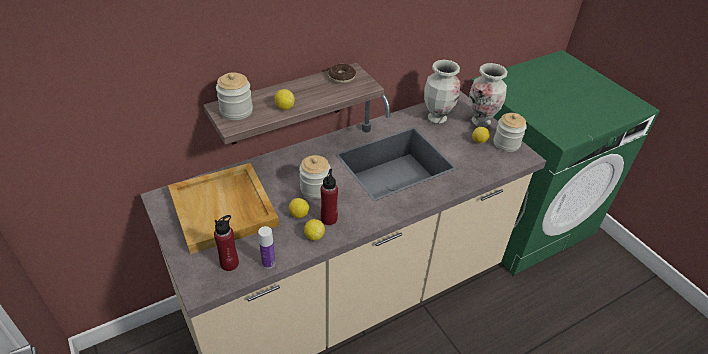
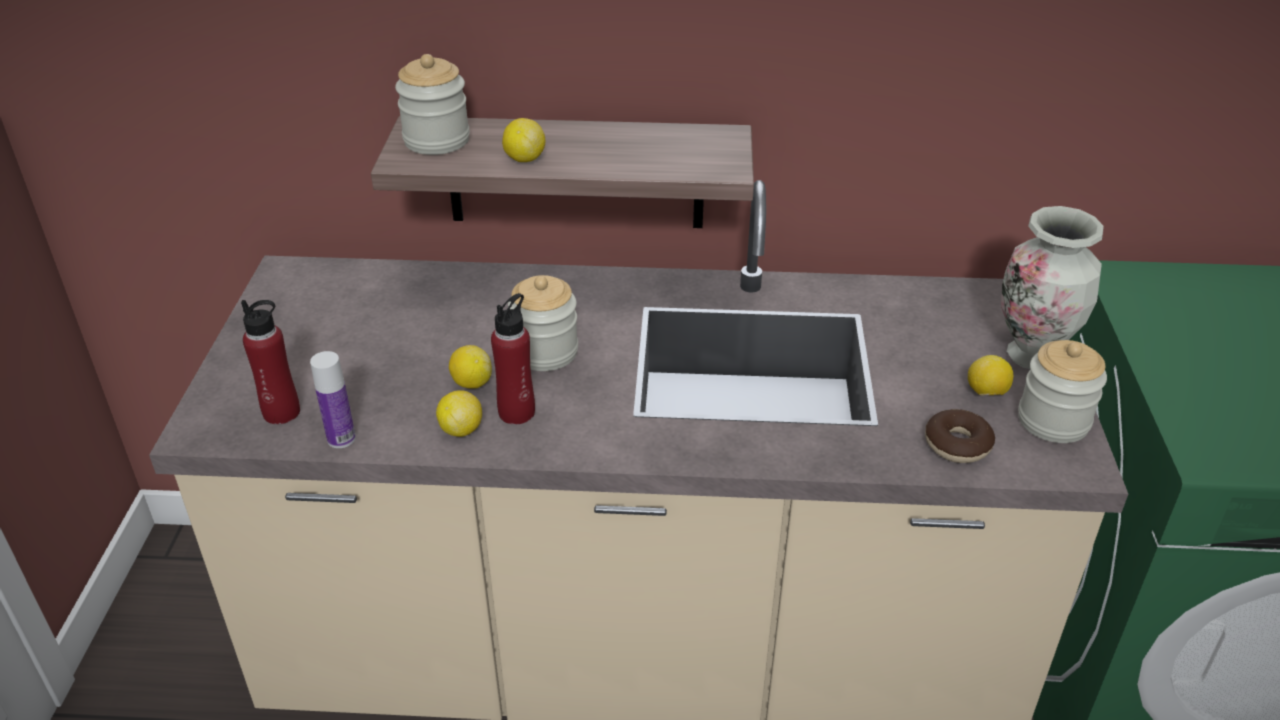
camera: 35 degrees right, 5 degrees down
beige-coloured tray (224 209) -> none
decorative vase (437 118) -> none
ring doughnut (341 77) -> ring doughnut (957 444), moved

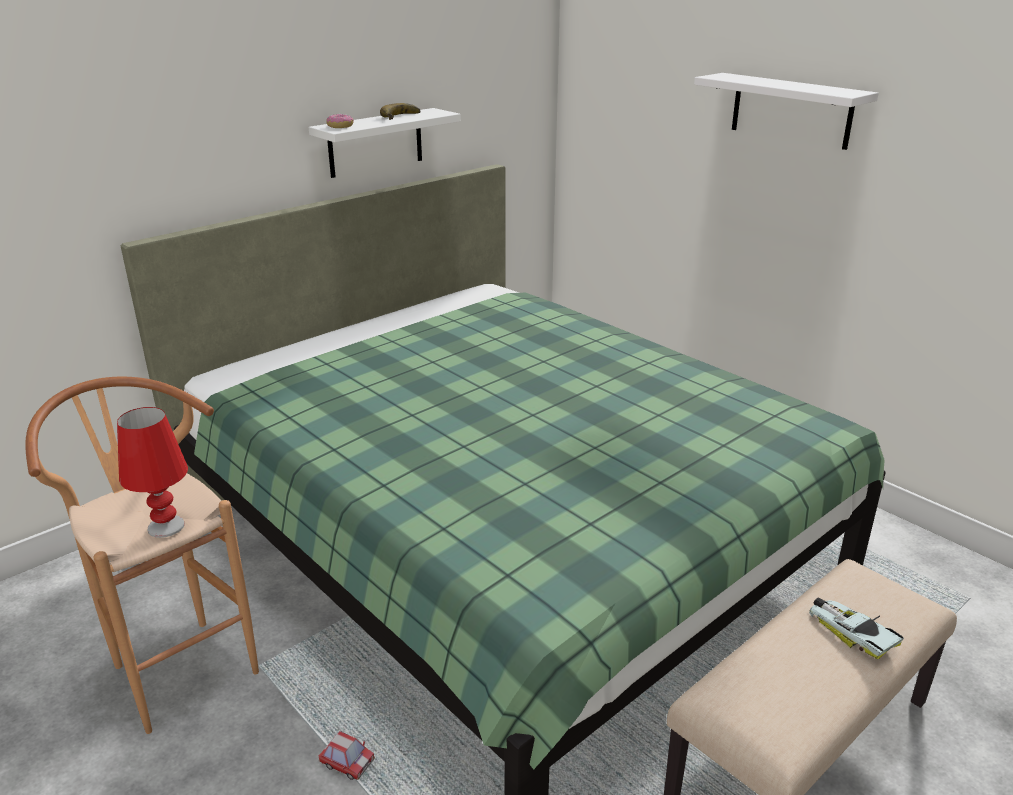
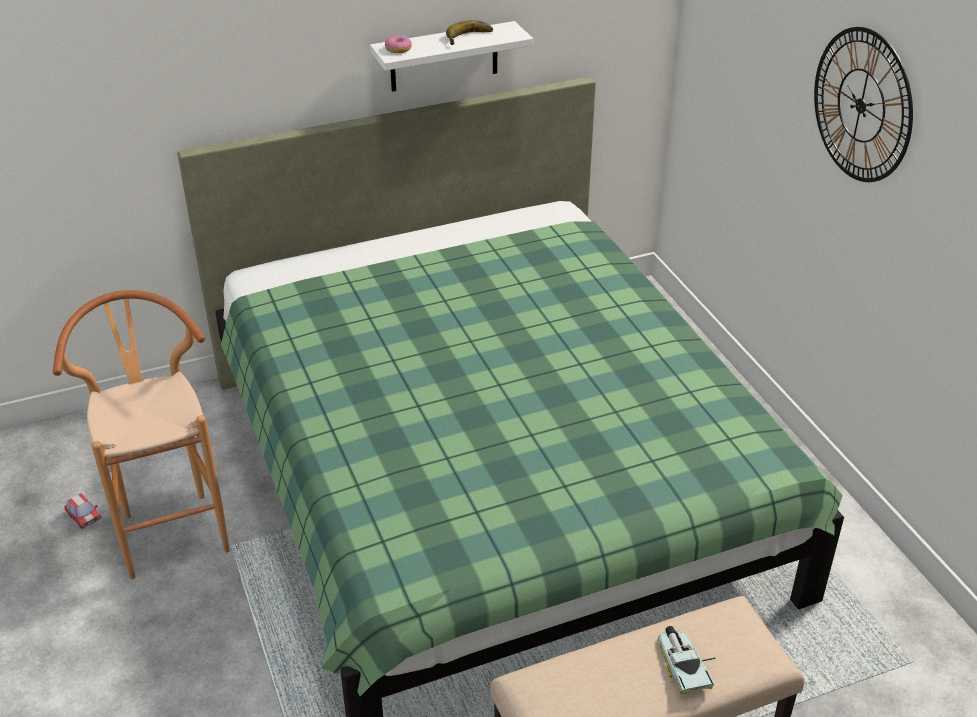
camera: 20 degrees right, 10 degrees up
red-coloured lamp for a table (165 527) -> none
miniature car (347 763) -> miniature car (84 517), moved
white-coloured shelf (791 110) -> hanging clock (861 105)

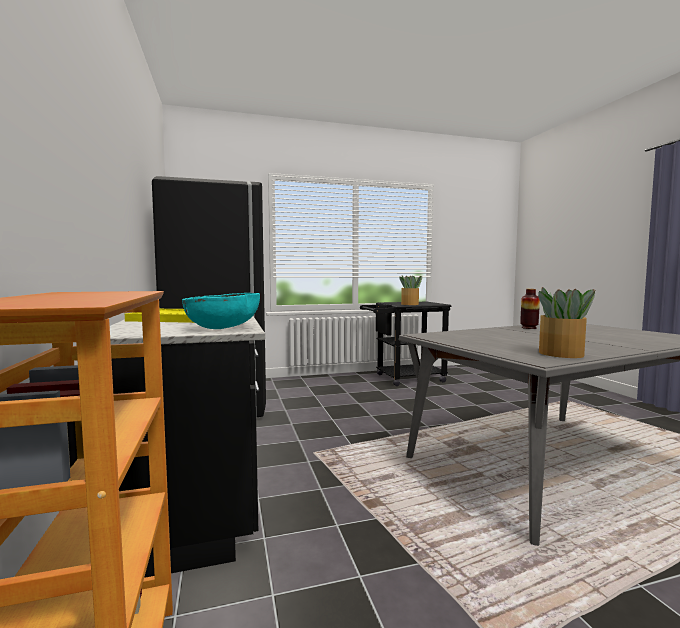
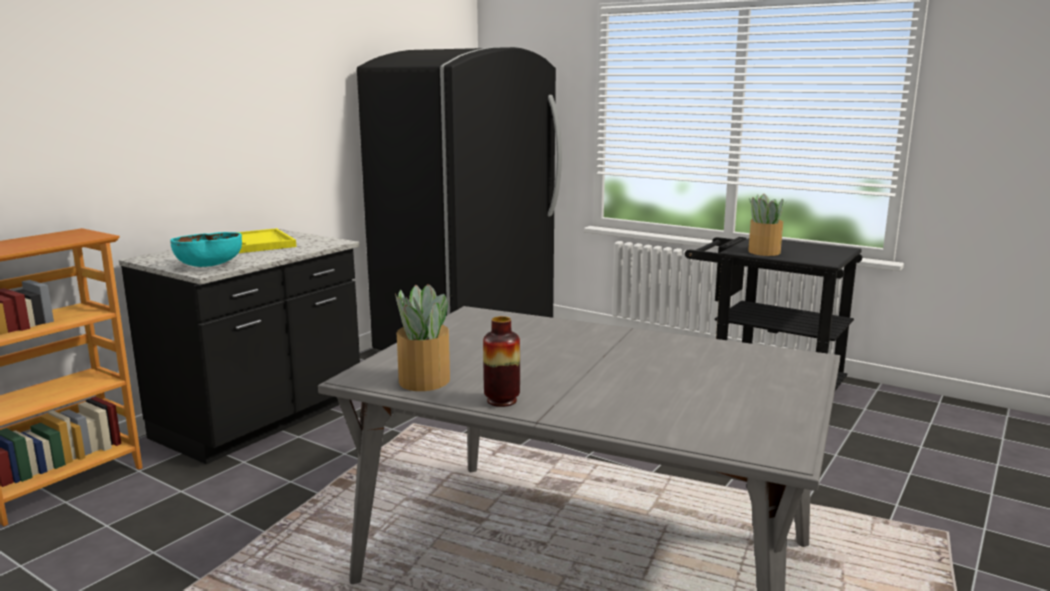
camera: 50 degrees right, 10 degrees up
decorative vase (529 328) -> decorative vase (502 400), moved

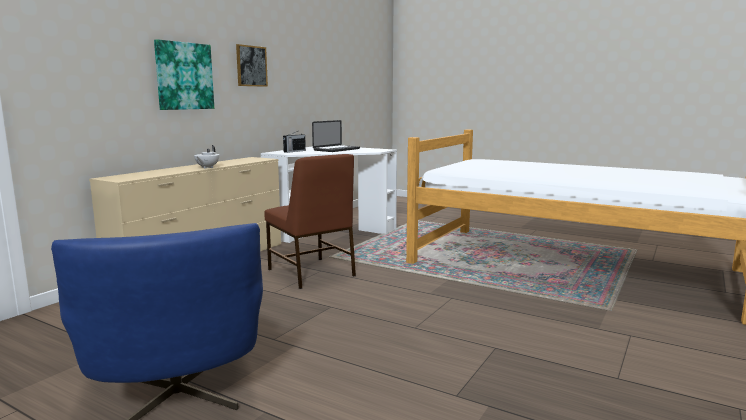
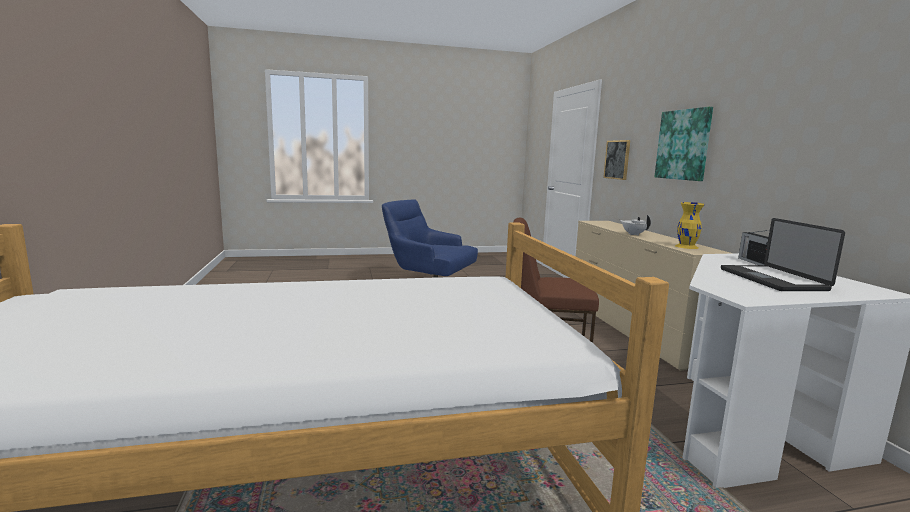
camera: 135 degrees right, 0 degrees up
none -> yellowish decorative vase (687 246)
wall picture (251 66) -> wall picture (617 159), moved

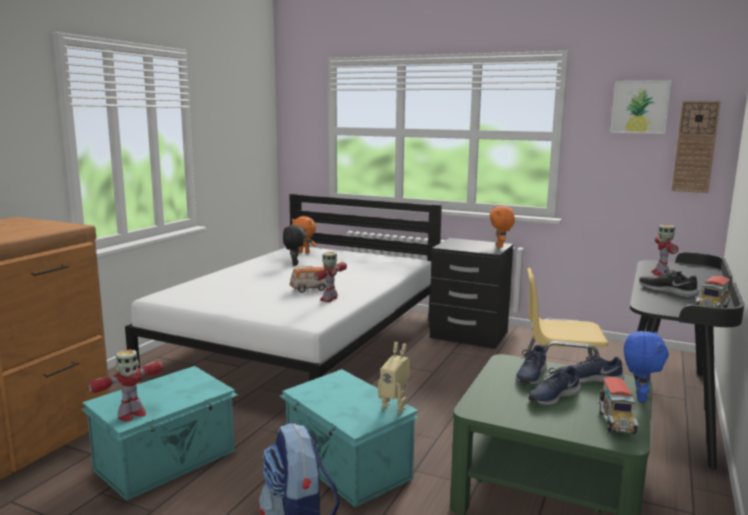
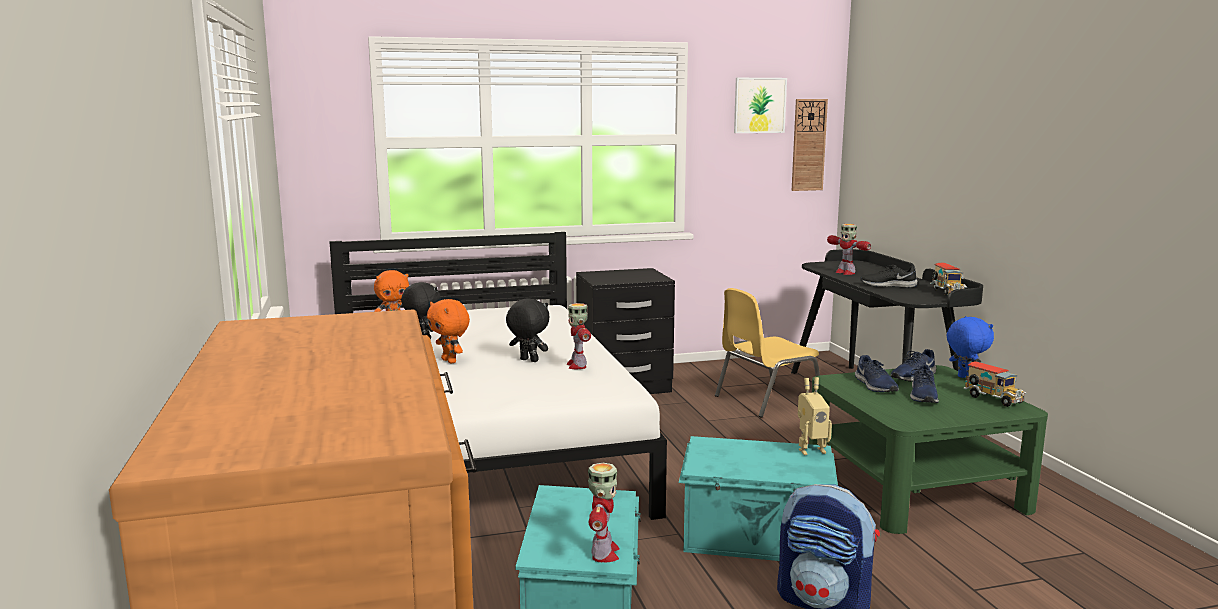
camera: 40 degrees left, 0 degrees up
orange-coloured soft toy (500 246) -> orange-coloured soft toy (450 361), moved
miniature car (311 289) -> blackish soft toy (528 360)

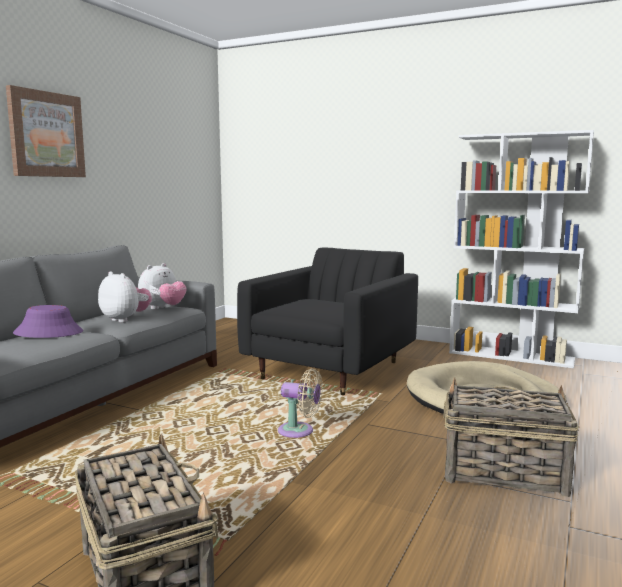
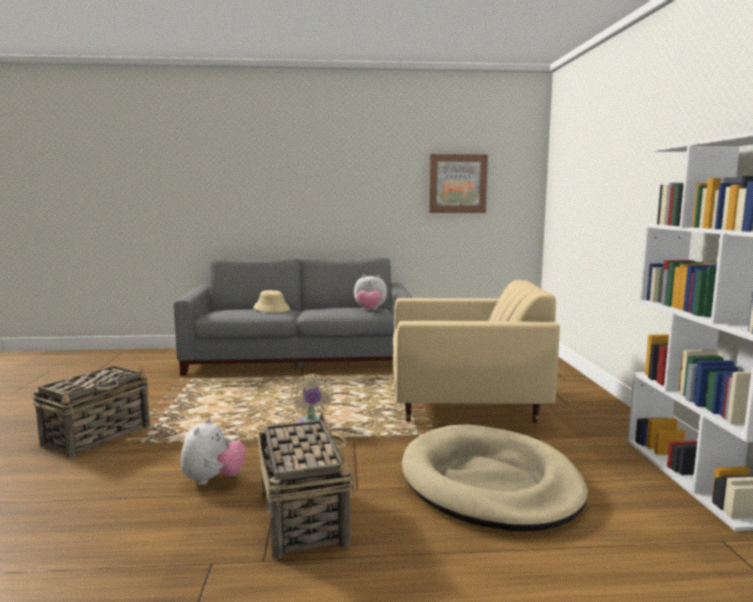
camera: 60 degrees right, 0 degrees up
wall picture (46 134) -> wall picture (457 183), moved
soft toy (125 319) -> soft toy (213 480), moved
purple hat (48 333) -> beige-coloured hat (271 308)
blackish armchair (331 370) -> beige-coloured armchair (465 404)

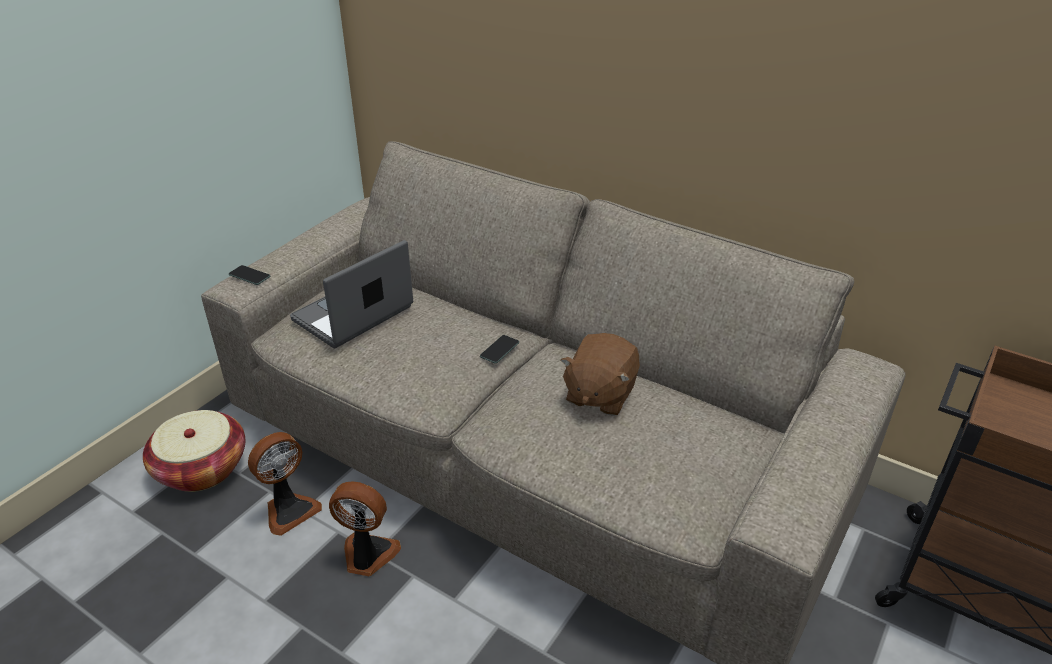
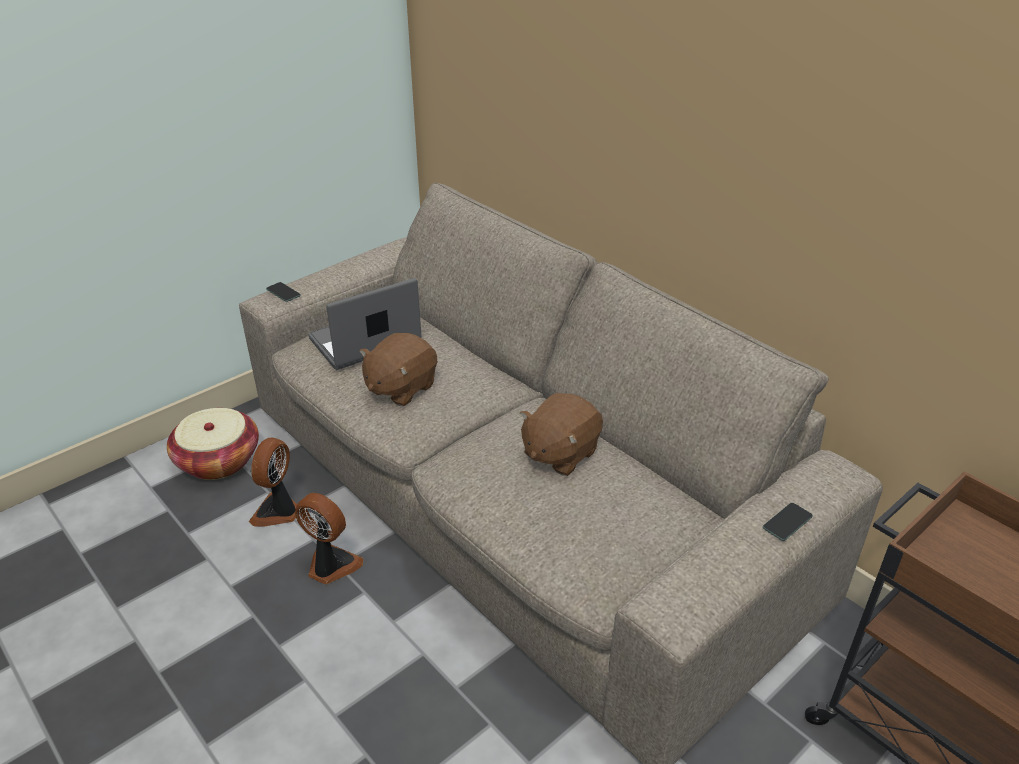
camera: 15 degrees right, 0 degrees up
none -> brownish soft toy (400 388)
telephone (499 349) -> telephone (787 522), moved
fan (289 510) -> fan (278 511), 135 degrees clockwise

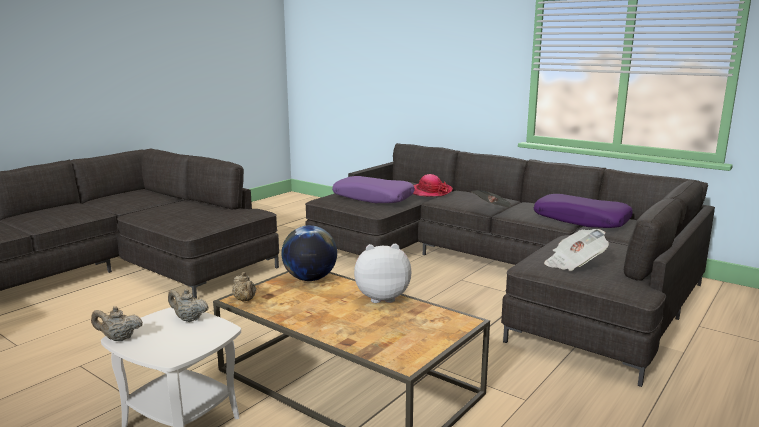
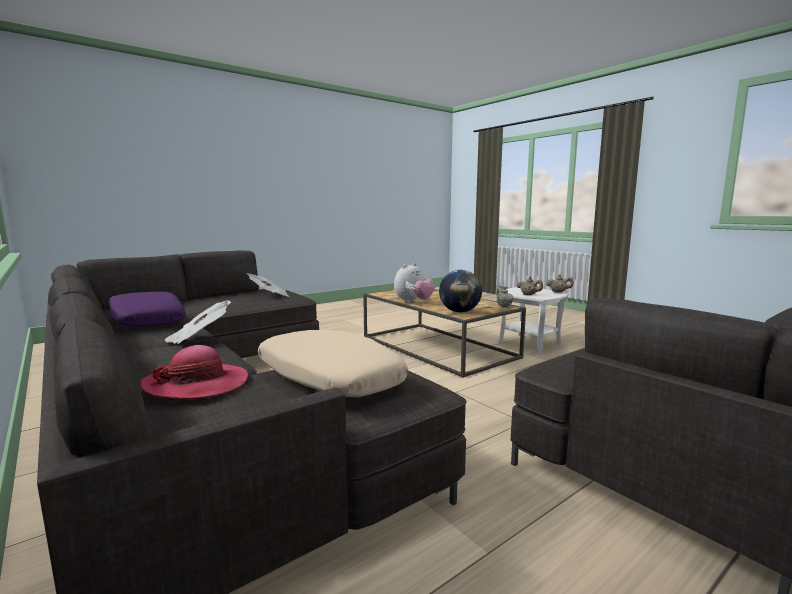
camera: 165 degrees left, 5 degrees down
purple cushion (373 198) -> beige-coloured cushion (328 378)
soft toy (382 297) -> soft toy (413 302), 60 degrees counterclockwise

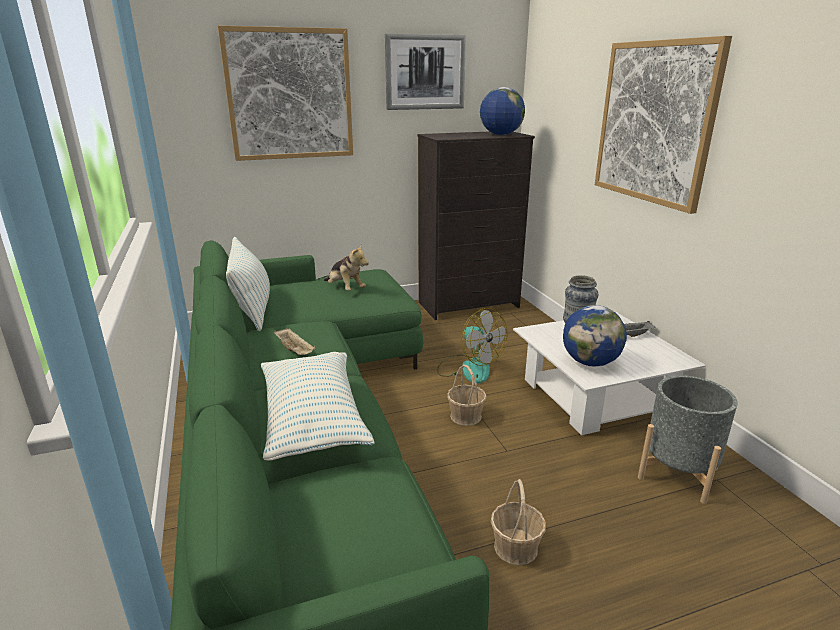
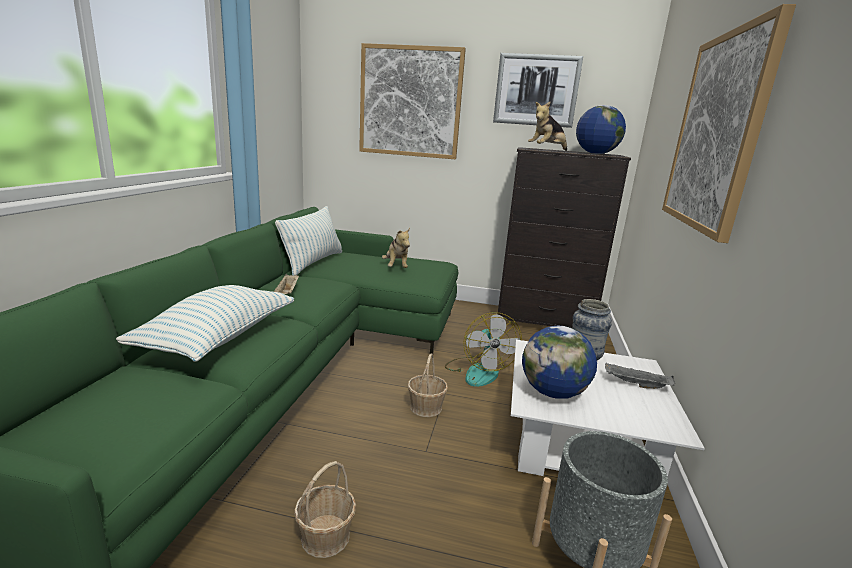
camera: 30 degrees right, 5 degrees down
none -> soft toy (547 150)

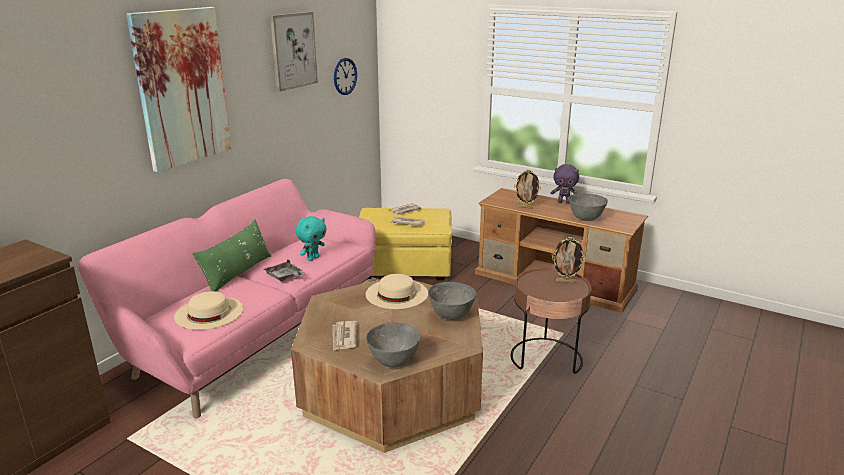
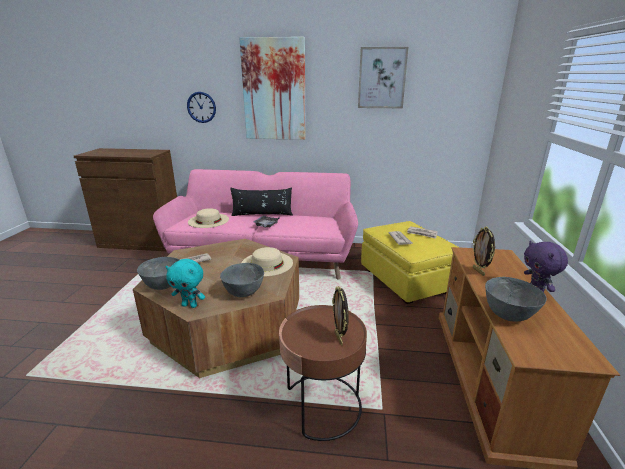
camera: 65 degrees right, 0 degrees up
blue-green soft toy (313 258) -> blue-green soft toy (190 305), moved
hanging clock (345 76) -> hanging clock (201 107), moved
green cushion (238 274) -> blackish cushion (262 214)

